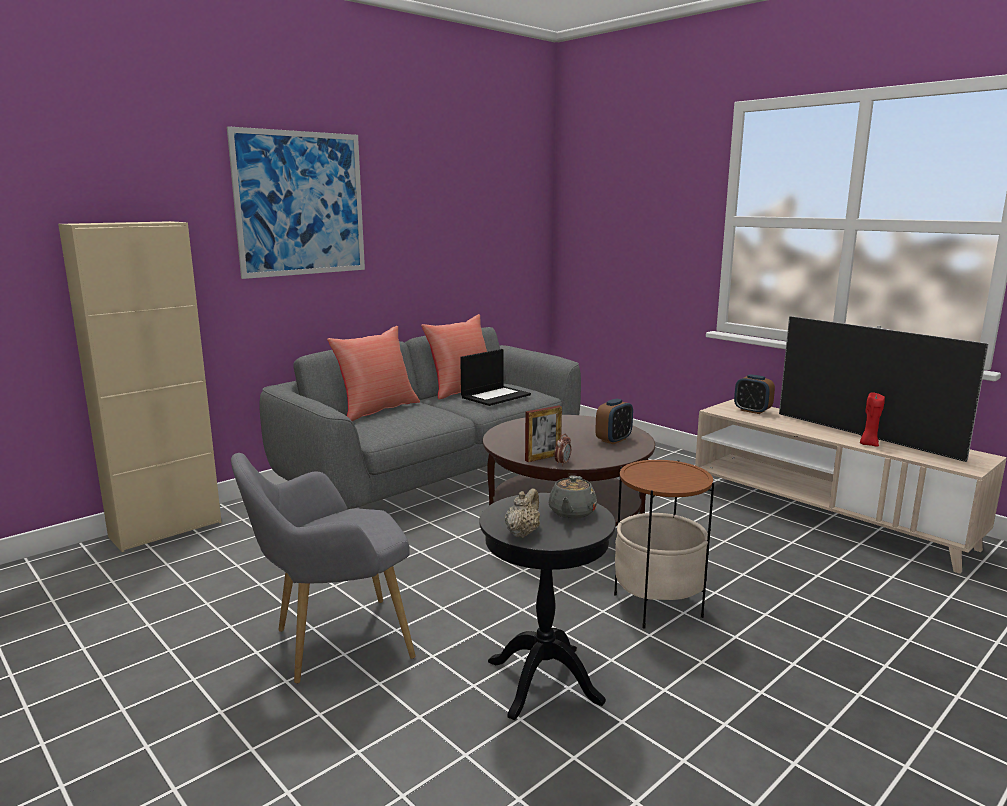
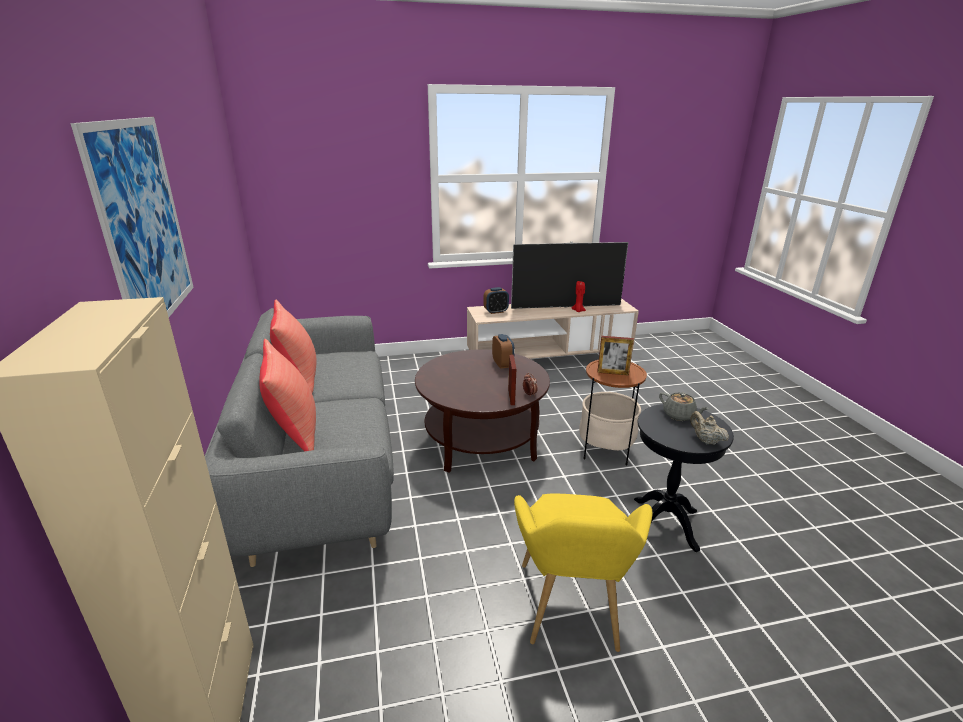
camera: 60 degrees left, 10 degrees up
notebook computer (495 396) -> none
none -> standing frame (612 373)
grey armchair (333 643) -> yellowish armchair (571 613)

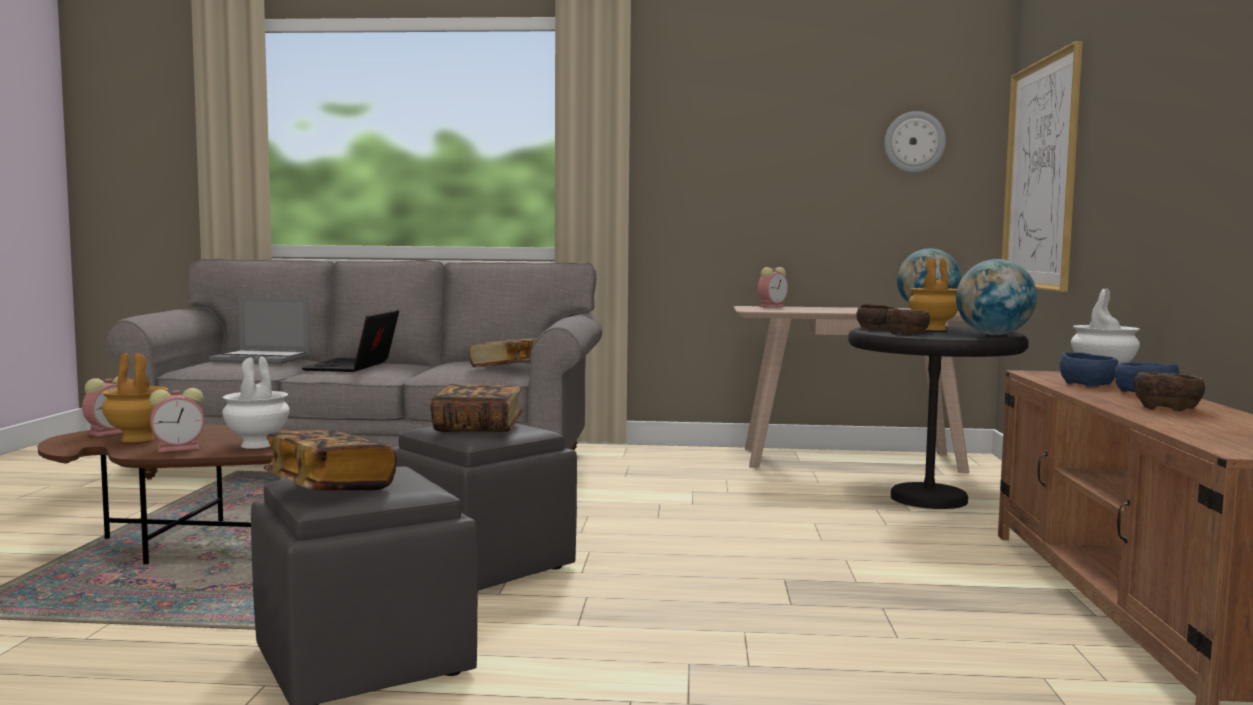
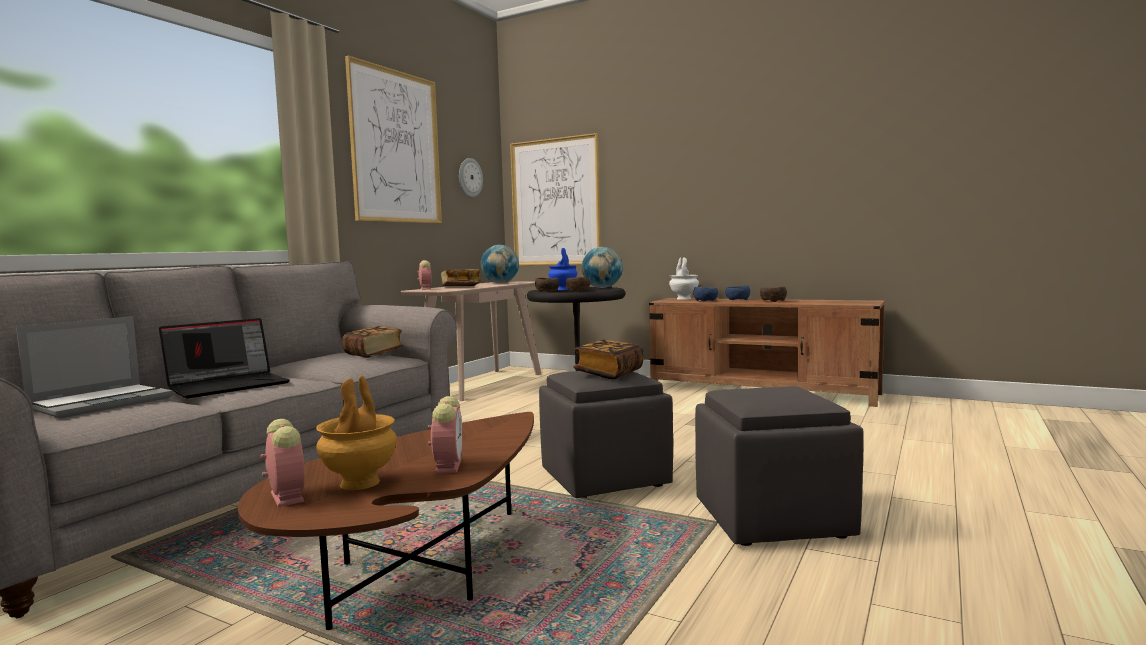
camera: 65 degrees left, 0 degrees up
white-coloured decorative vase (256 445) -> none
none -> wall picture (396 147)
bound book (329 487) -> bound book (461 287), moved
brownish decorative vase (933 329) -> bluish decorative vase (563 289)
notebook computer (353 367) -> notebook computer (229 385), 75 degrees counterclockwise

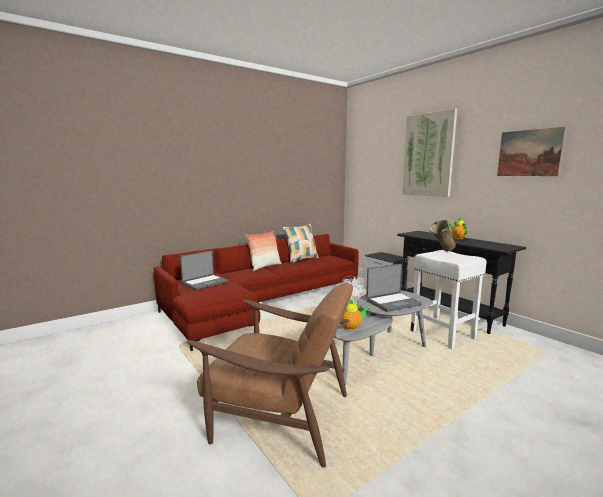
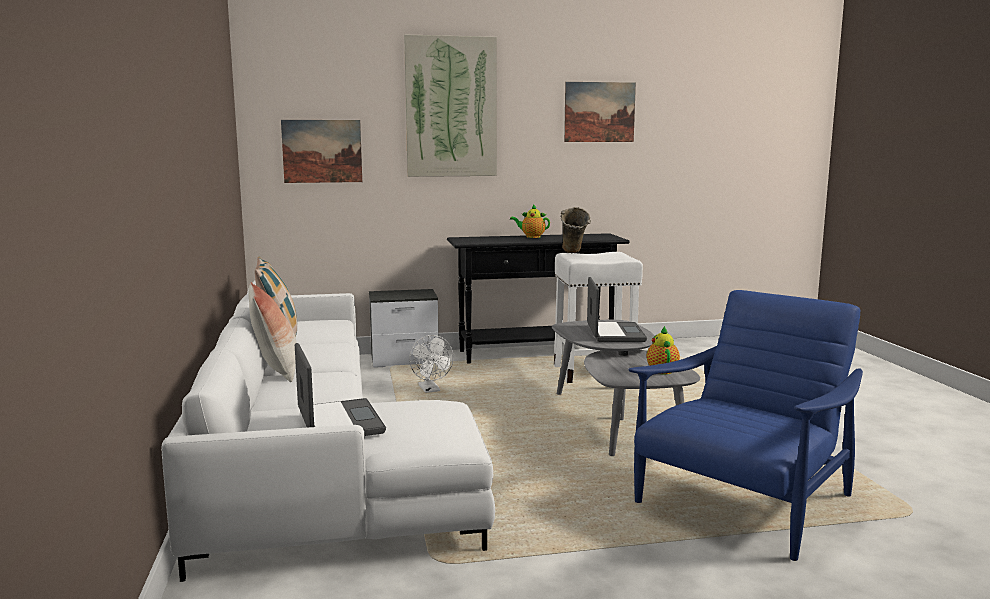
camera: 65 degrees left, 0 degrees up
none -> wall picture (322 151)
red-coloured settee (261 302) -> white-coloured settee (313 452)
brownish armchair (279 415) -> bluish armchair (743 503)

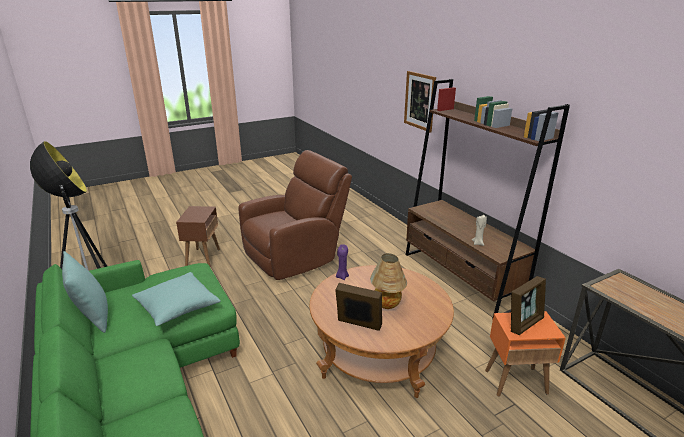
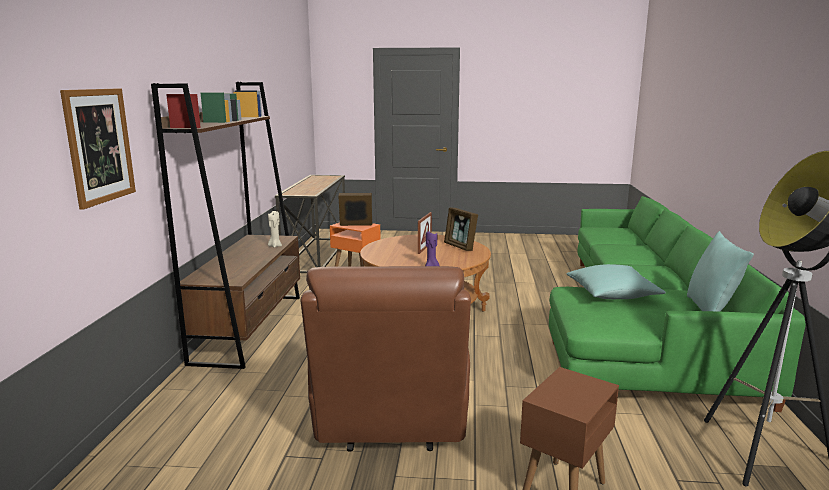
camera: 145 degrees left, 10 degrees down
lamp for a table (387 307) -> standing frame (424 248)
brownish armchair (295 256) -> brownish armchair (390 425), 90 degrees counterclockwise

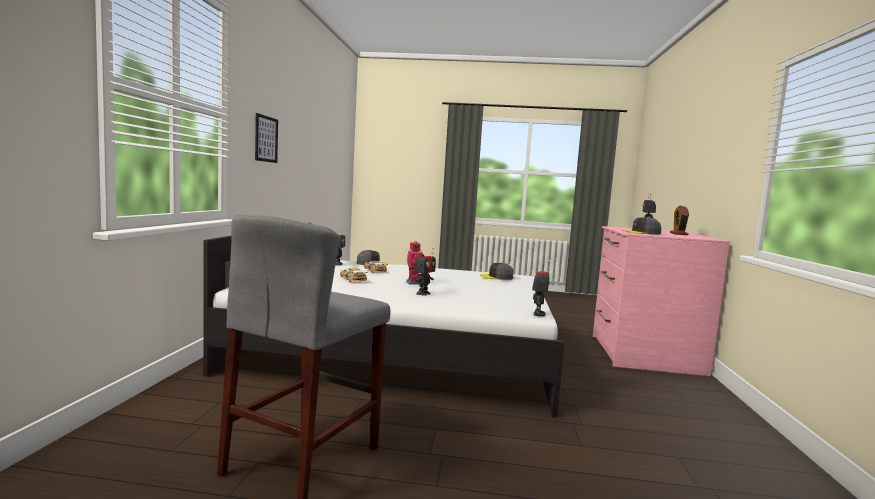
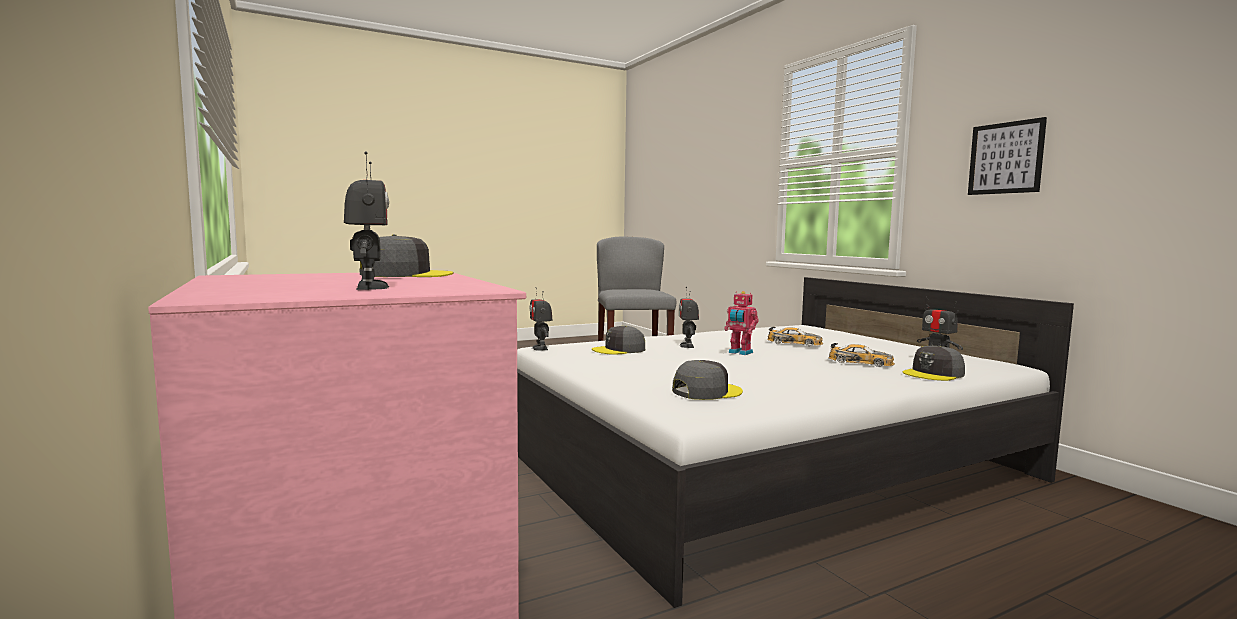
camera: 145 degrees right, 0 degrees up
bedside clock (678 234) -> none
none -> grey peaked cap (619 350)

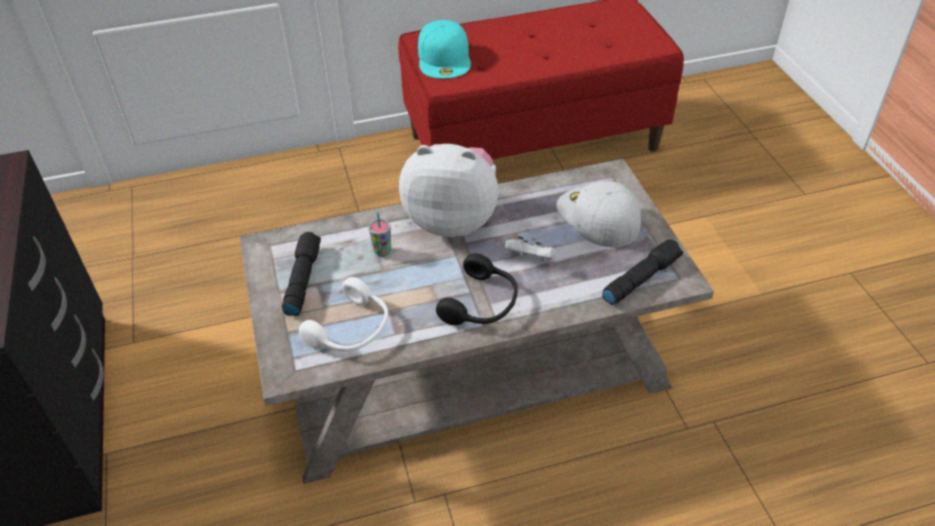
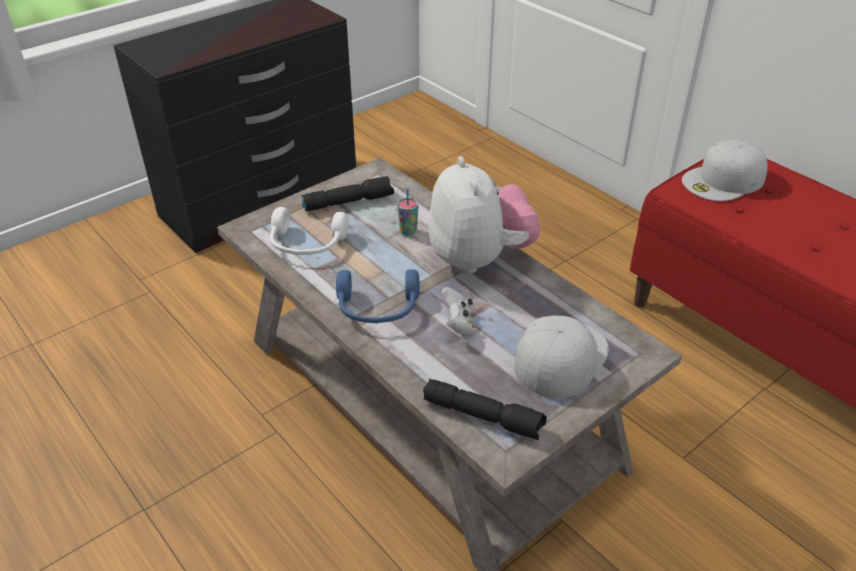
camera: 65 degrees right, 5 degrees down
blue-green peaked cap (445 58) -> white-coloured peaked cap (723 181)
blackish pair of headphones (482 304) -> bluish pair of headphones (377 309)

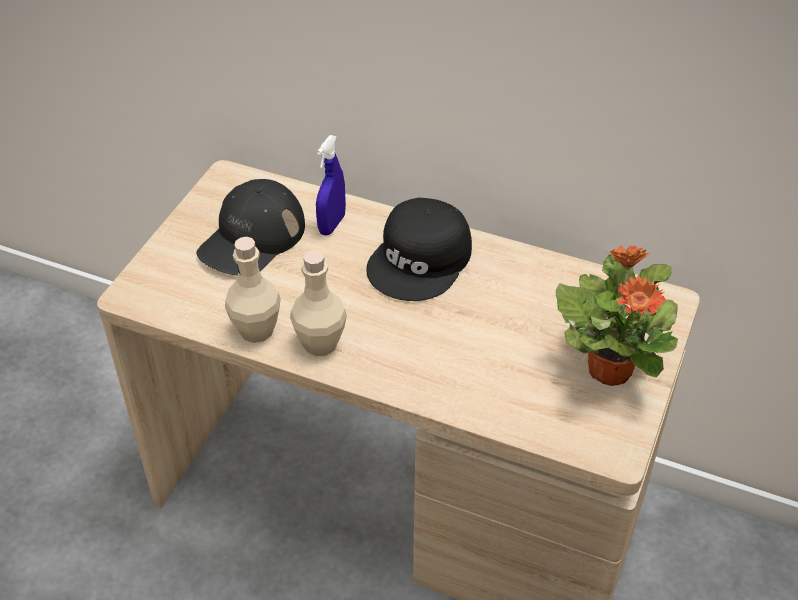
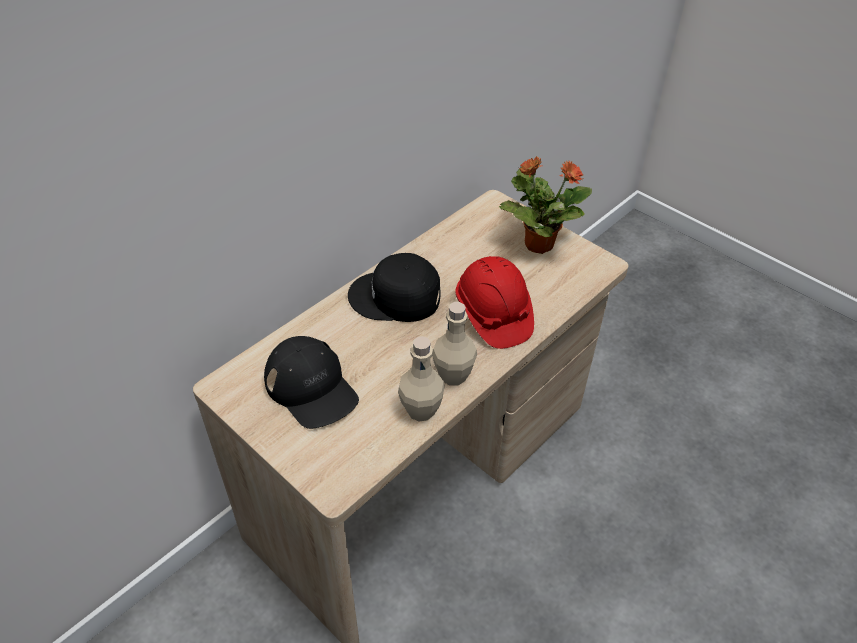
camera: 70 degrees left, 0 degrees up
bluish spray bottle (332 224) -> none
none -> red-coloured hard hat (493 315)
blackish peaked cap (421 260) -> blackish peaked cap (395 297), 135 degrees clockwise

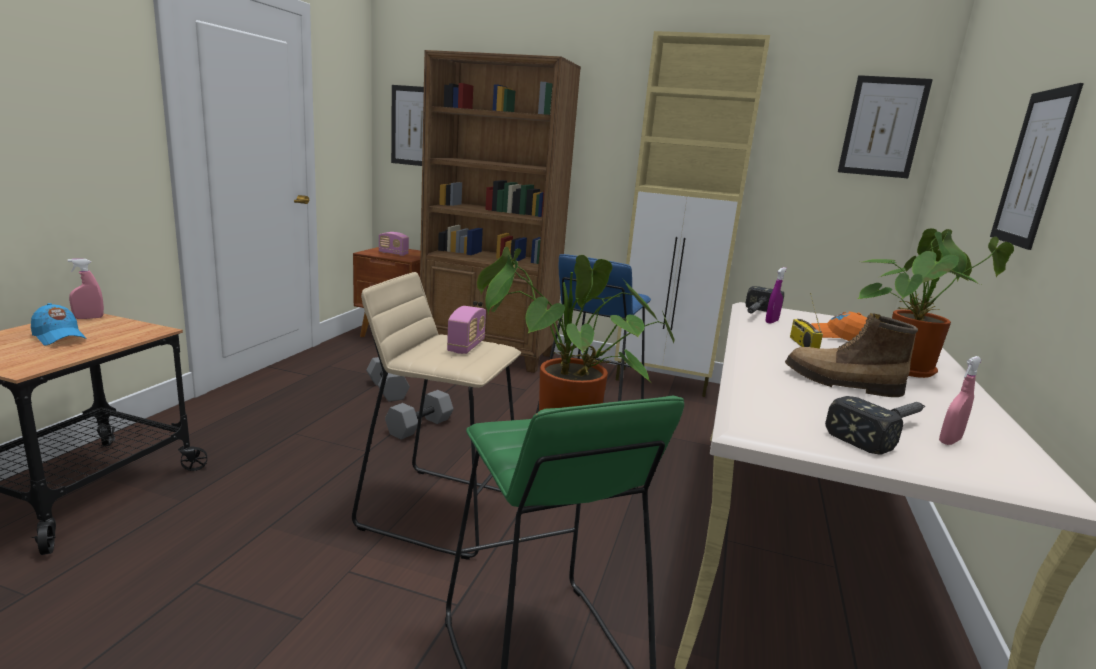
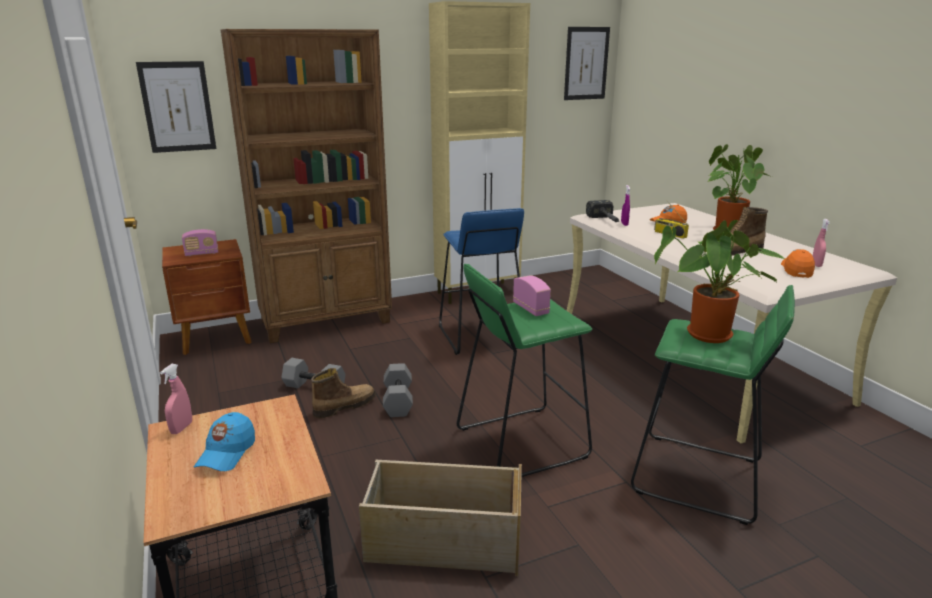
camera: 40 degrees left, 5 degrees up
wall picture (1033 168) -> none
none -> high-top boot (344 406)
none -> beige-coloured storage box (443 541)
hand hammer (885 431) -> orange-coloured peaked cap (796 270)
beige-coloured stool seat (440 509) -> green stool seat (520 443)
bluish peaked cap (59 337) -> bluish peaked cap (226 453), 105 degrees clockwise

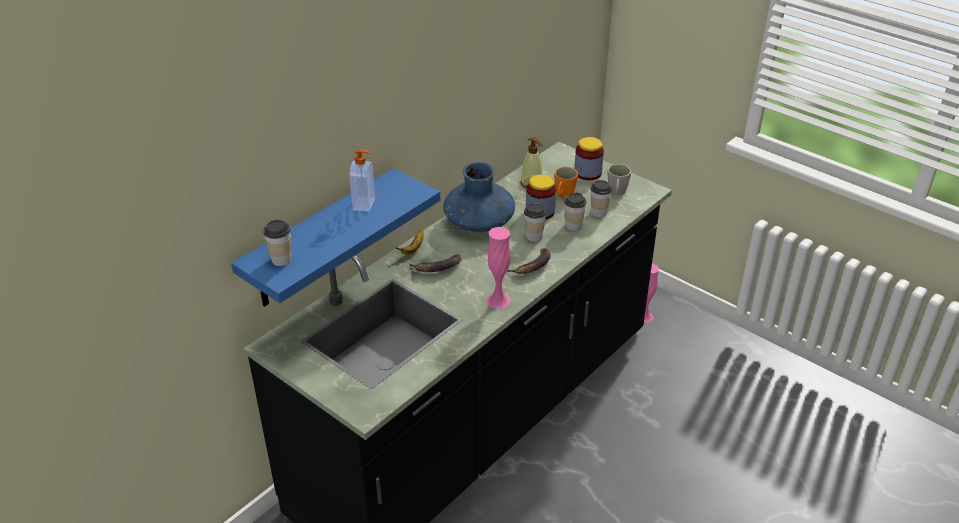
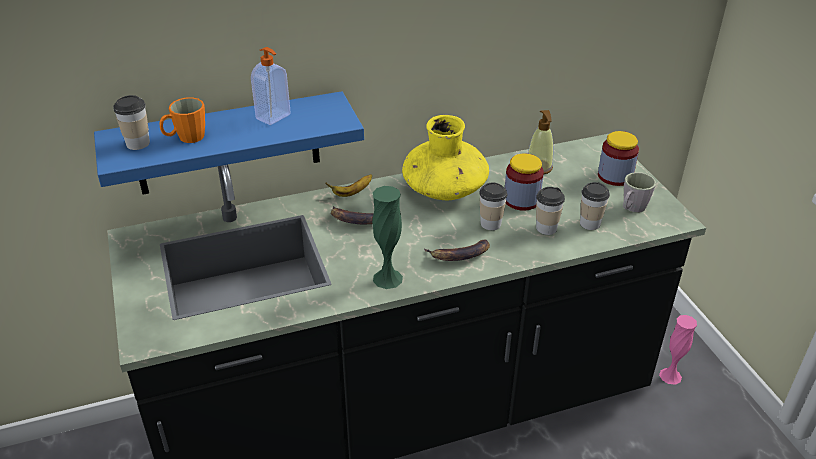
camera: 30 degrees right, 0 degrees up
orange-coloured tea mug (563 195) -> orange-coloured tea mug (186 138), moved
bluish decorative vase (479 222) -> yellowish decorative vase (444 189)
pink-coloured decorative vase (498 300) -> green decorative vase (387 278)

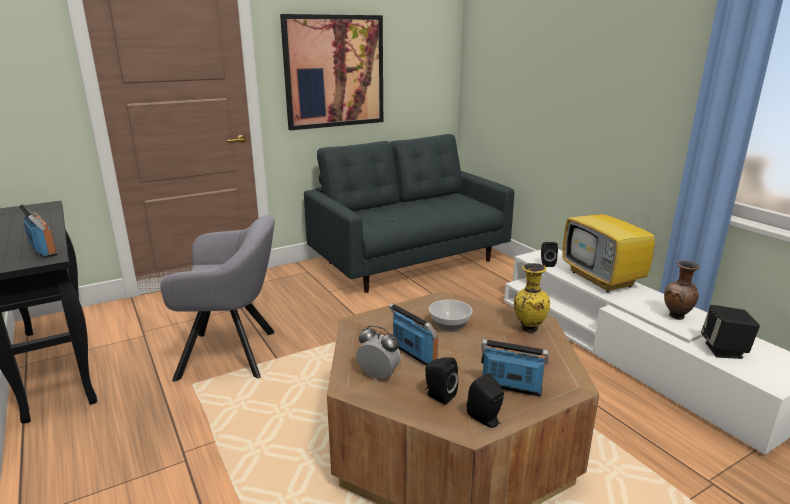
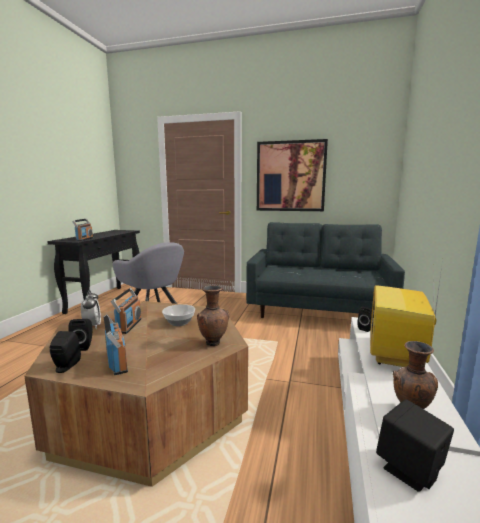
camera: 45 degrees right, 10 degrees down
yellowish decorative vase (528 328) -> brownish decorative vase (213 343)

